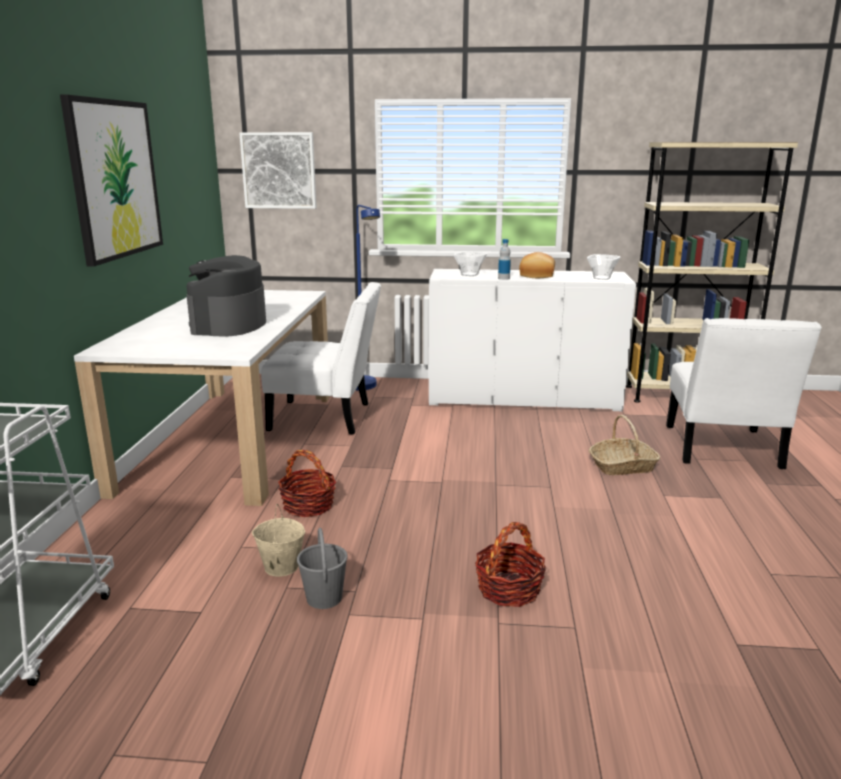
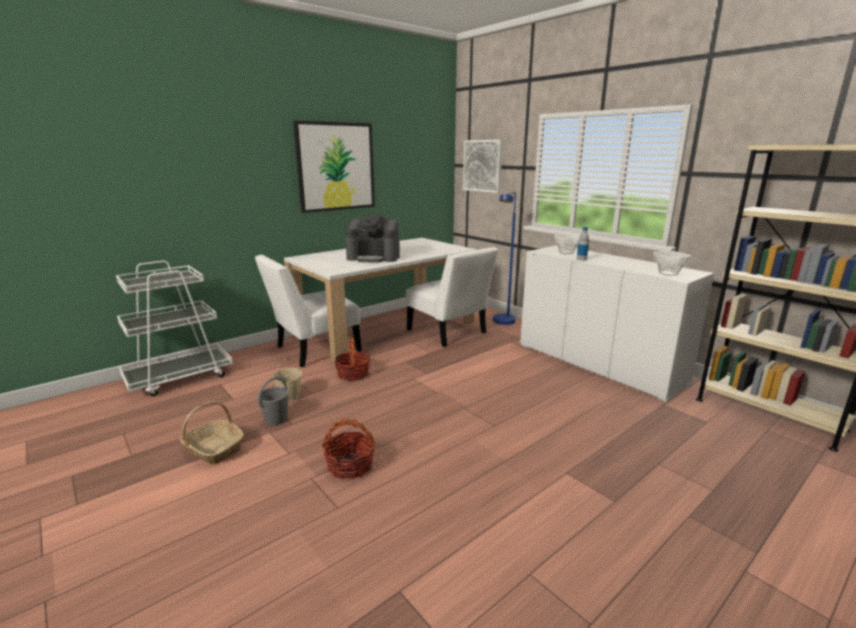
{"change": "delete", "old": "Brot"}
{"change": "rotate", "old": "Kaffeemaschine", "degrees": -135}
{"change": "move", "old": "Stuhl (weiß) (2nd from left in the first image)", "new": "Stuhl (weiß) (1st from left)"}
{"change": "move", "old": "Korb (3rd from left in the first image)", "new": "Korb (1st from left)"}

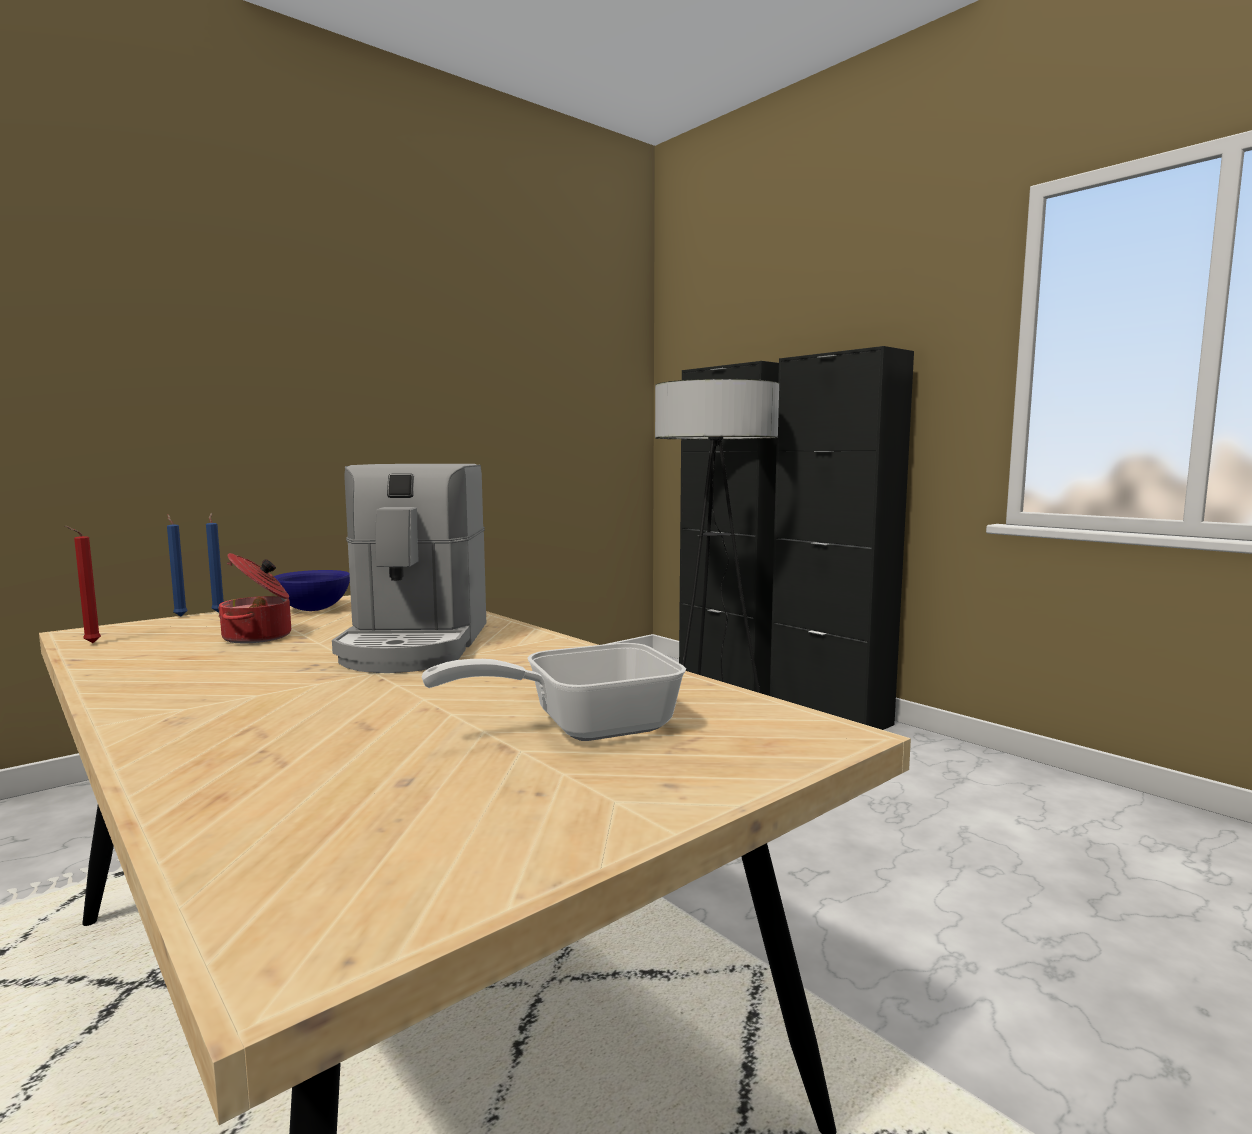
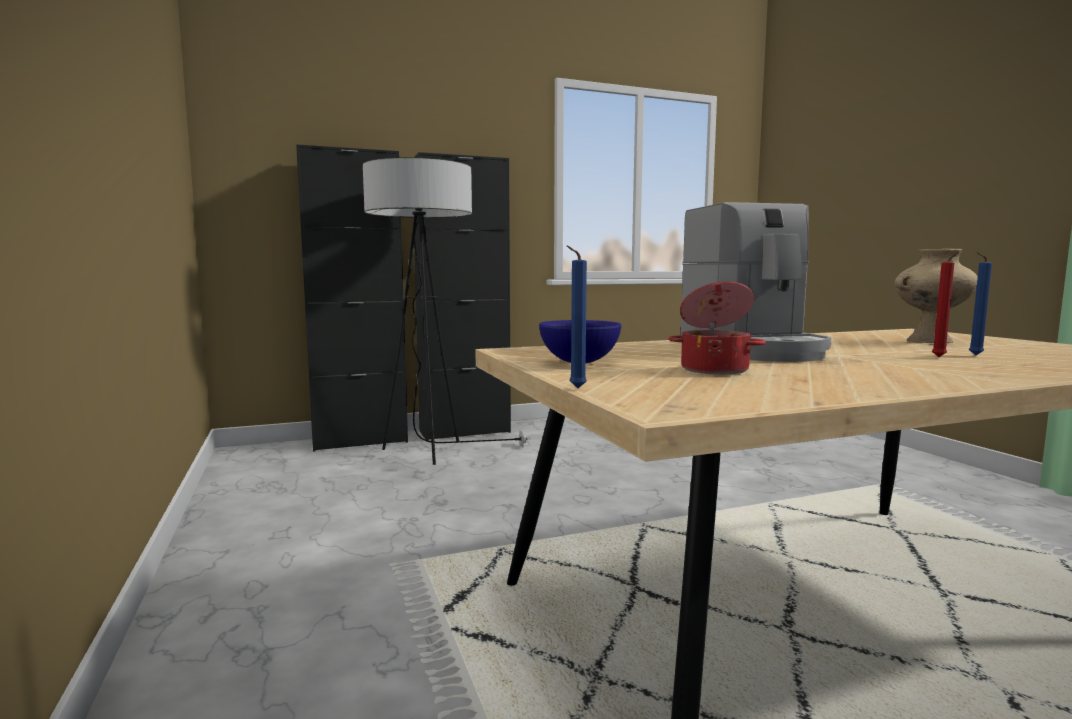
{"change": "rotate", "old": "Kaffeemaschine", "degrees": 60}
{"change": "move", "old": "Kerze (blau) (2nd from left)"}
{"change": "move", "old": "Kerze (rot)"}
{"change": "replace", "old": "Pfanne", "new": "Vase (beige)"}

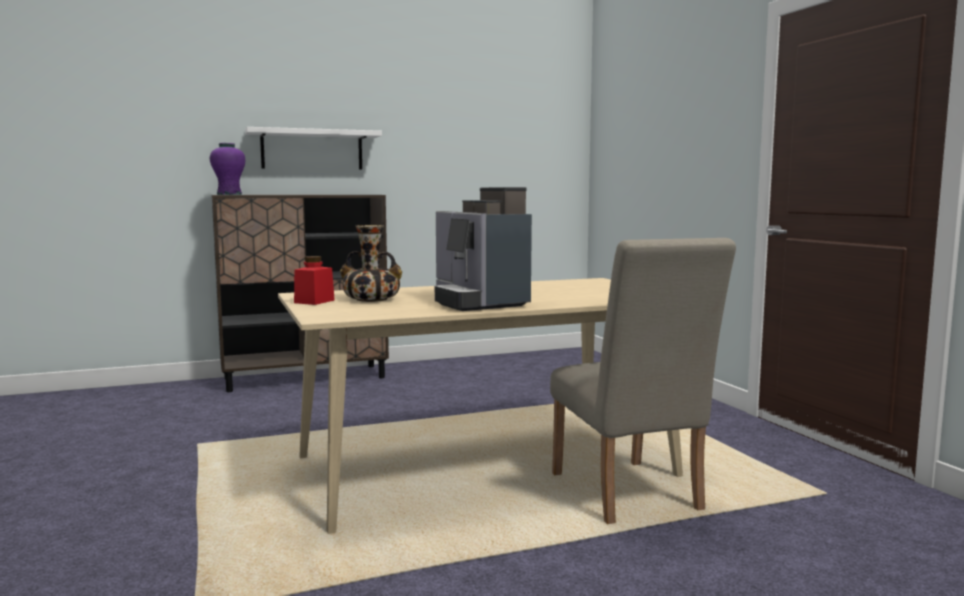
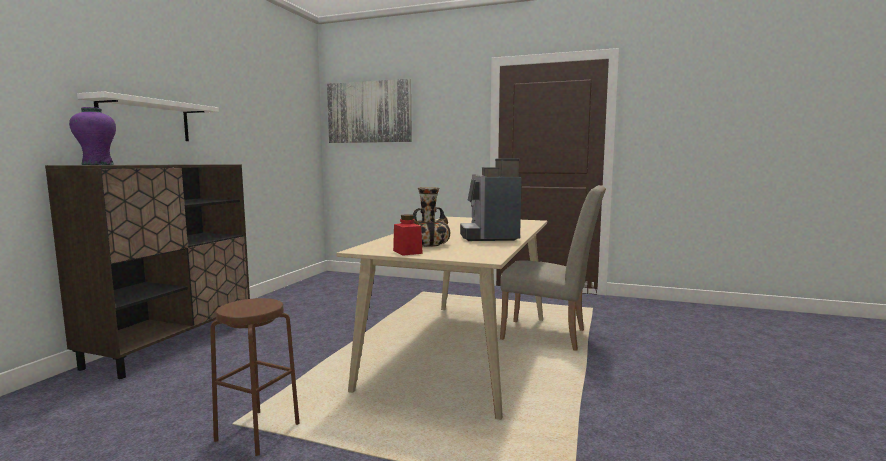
{"change": "rotate", "old": "Kaffeemaschine", "degrees": 75}
{"change": "insert", "new": "Bild"}
{"change": "insert", "new": "Hocker (braun)"}

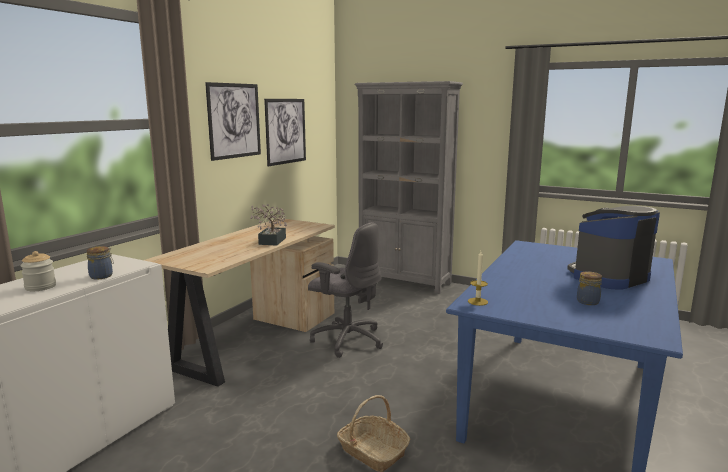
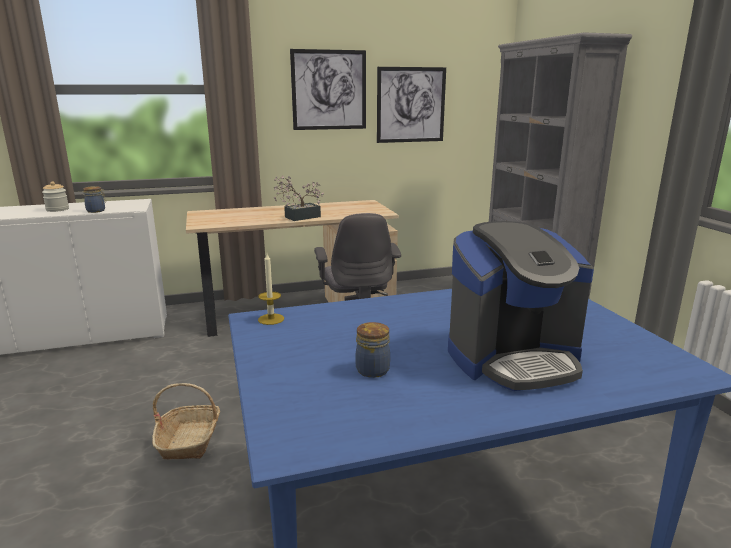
{"change": "rotate", "old": "Kaffeemaschine", "degrees": 150}

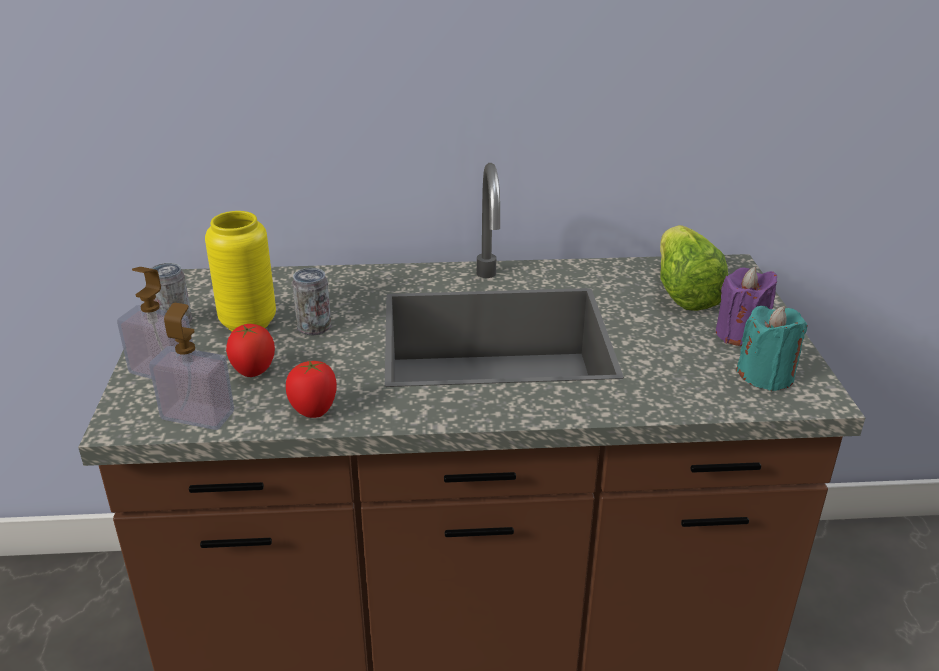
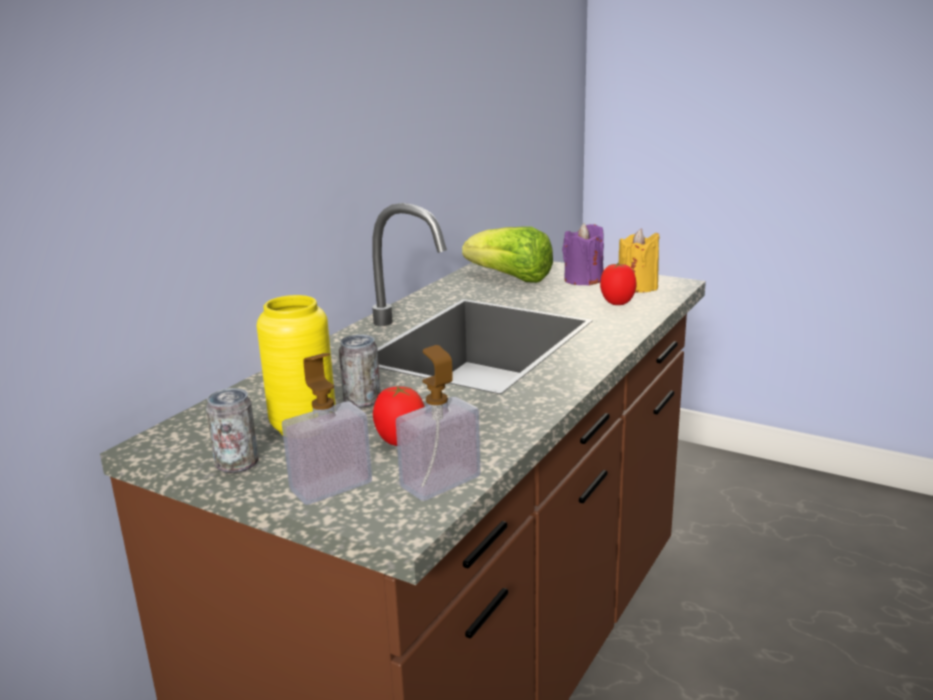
{"change": "recolor", "old": "Kerze (türkis)", "new": "Kerze (gelb)"}
{"change": "move", "old": "Tomate (2nd from left)"}

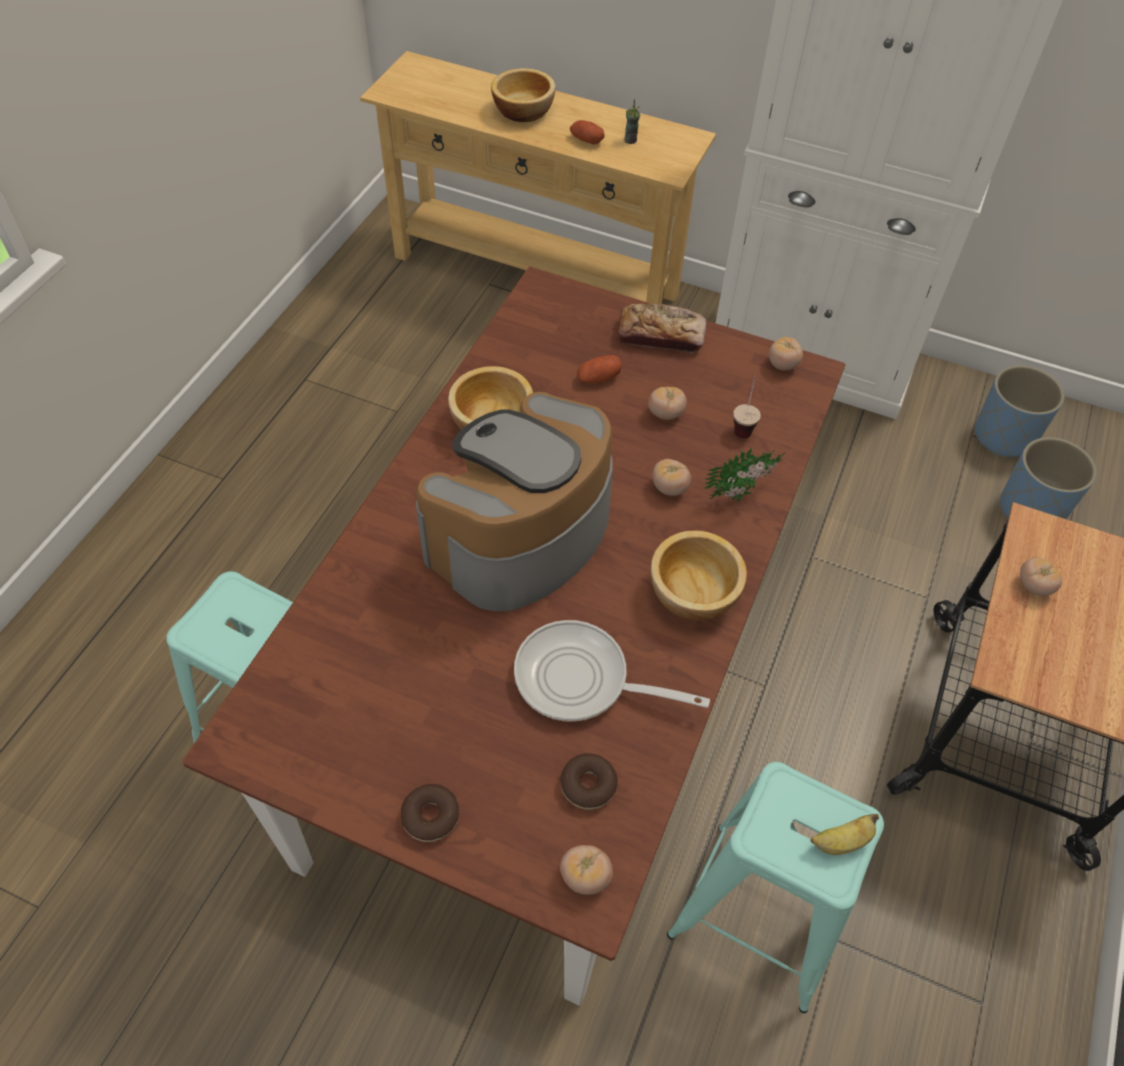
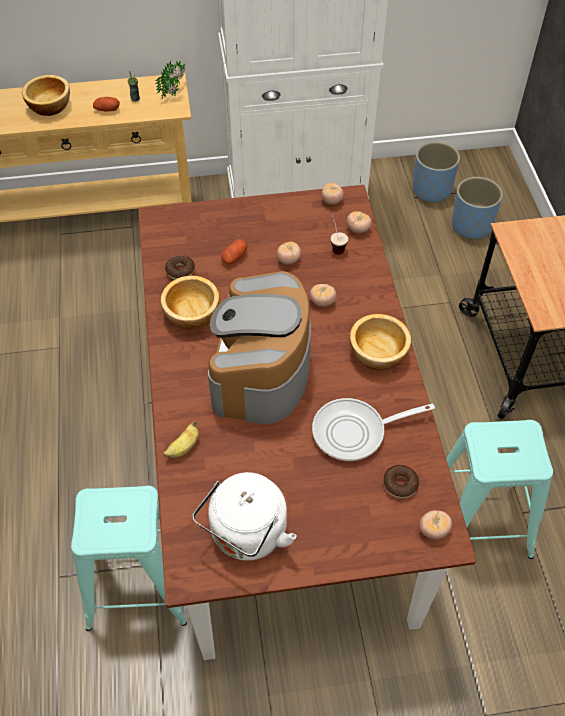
{"change": "delete", "old": "Brot"}
{"change": "move", "old": "Topfpflanze"}
{"change": "move", "old": "Tomate (5th from left in the first image)", "new": "Tomate (4th from left)"}
{"change": "move", "old": "Donut (1st from left)"}
{"change": "move", "old": "Banane"}
{"change": "insert", "new": "Wasserkessel (weiß)"}

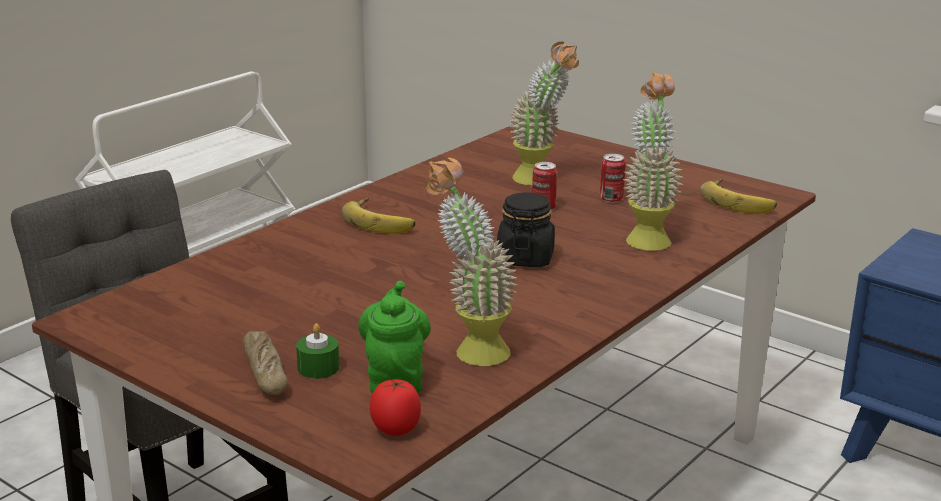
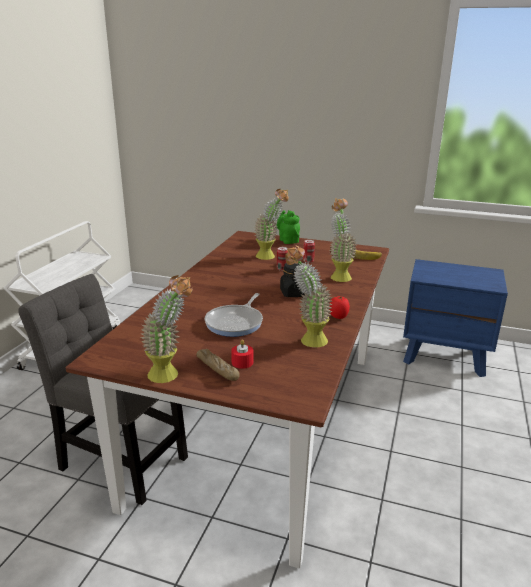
{"change": "delete", "old": "Banane (1st from left)"}
{"change": "move", "old": "Teekanne (grün)"}
{"change": "recolor", "old": "Kerze (grün)", "new": "Kerze (rot)"}
{"change": "move", "old": "Tomate"}
{"change": "insert", "new": "Topfpflanze (1st from left)"}
{"change": "insert", "new": "Pfanne"}

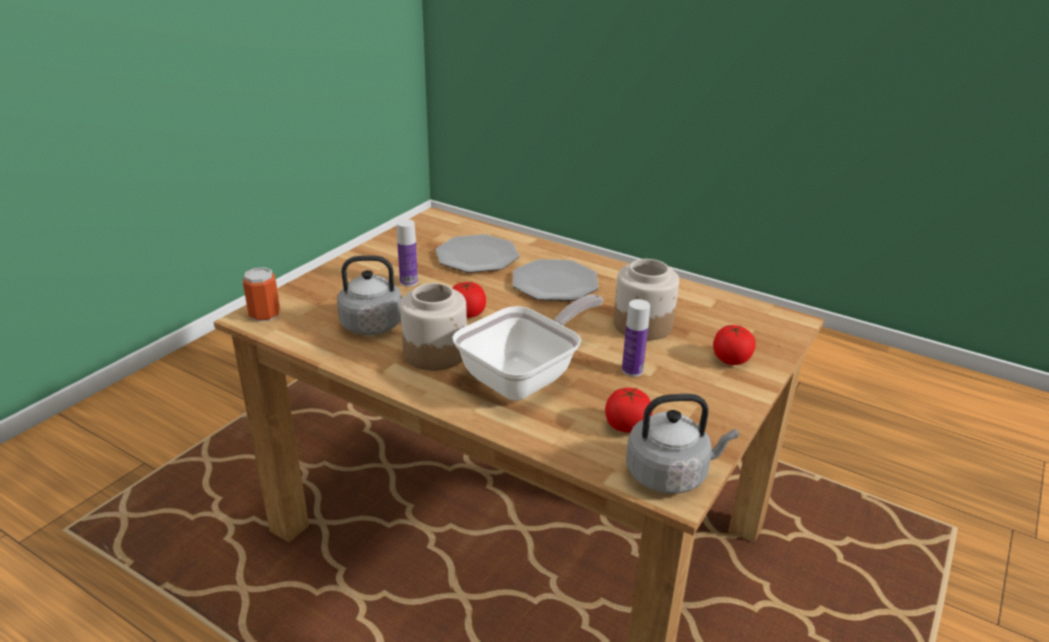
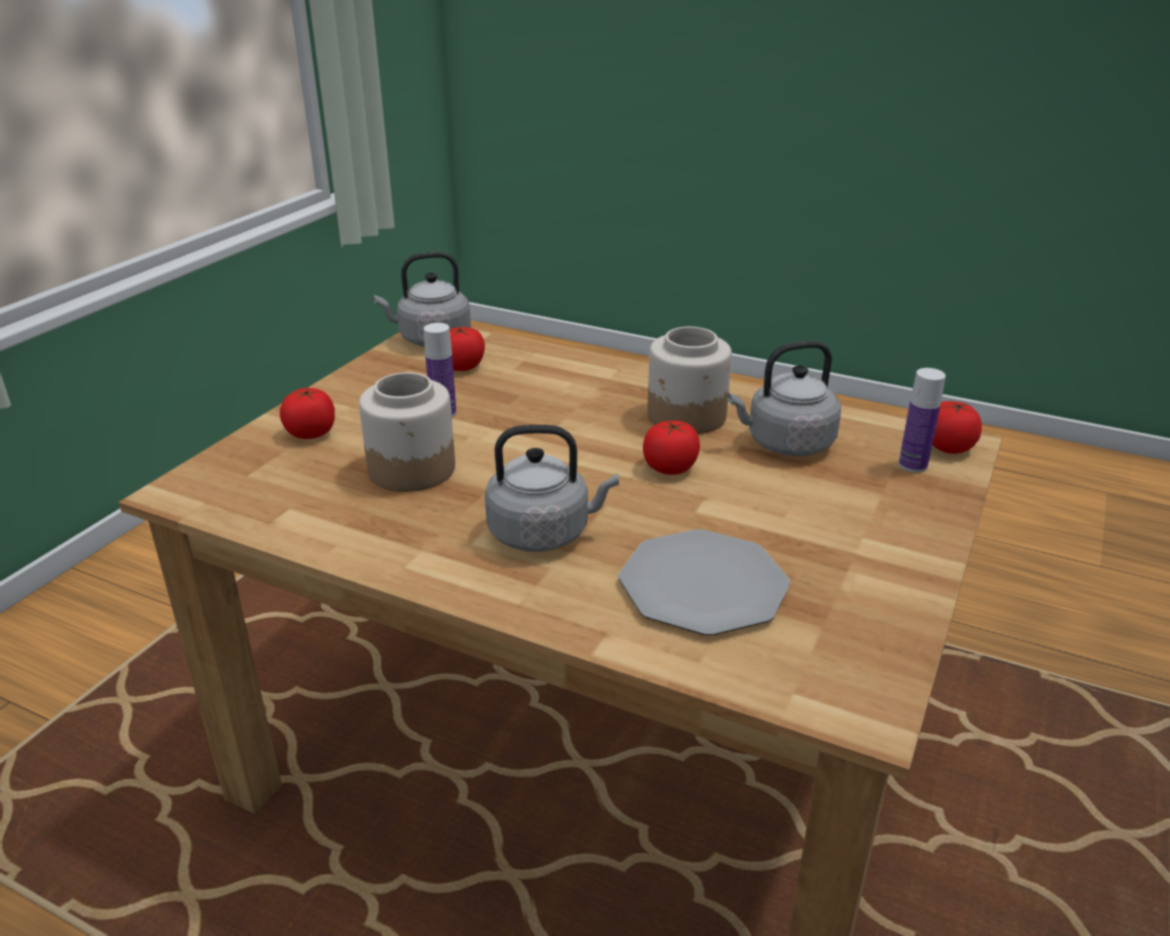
{"change": "move", "old": "Flasche (1st from left in the first image)", "new": "Flasche (2nd from left)"}
{"change": "replace", "old": "Teller (2nd from left)", "new": "Wasserkessel (grau) (2nd from left)"}
{"change": "replace", "old": "Dose", "new": "Tomate (4th from left)"}
{"change": "delete", "old": "Pfanne"}

